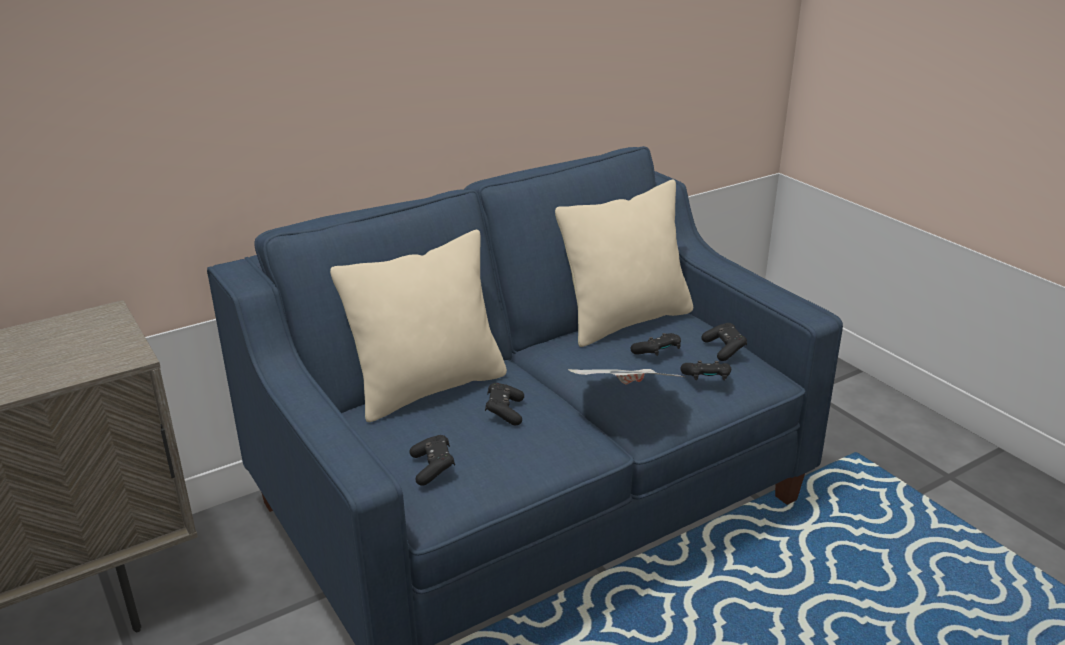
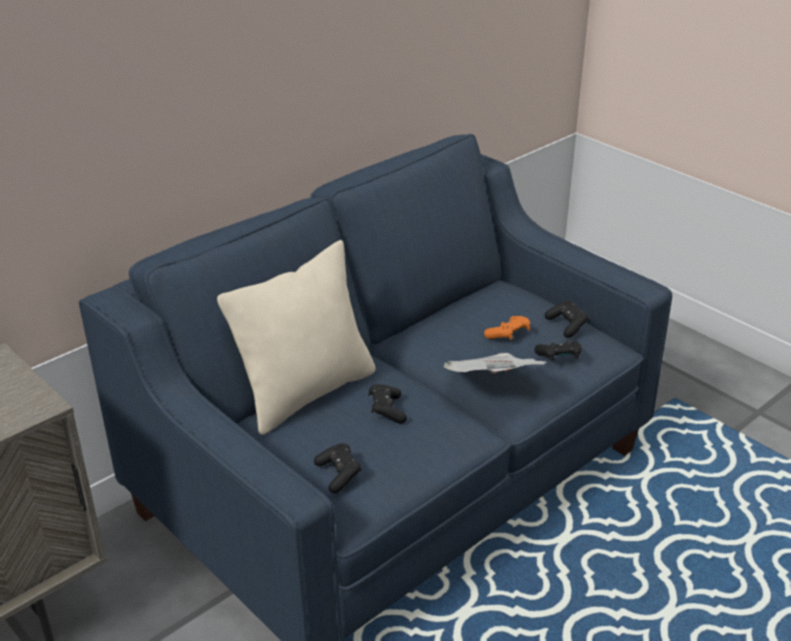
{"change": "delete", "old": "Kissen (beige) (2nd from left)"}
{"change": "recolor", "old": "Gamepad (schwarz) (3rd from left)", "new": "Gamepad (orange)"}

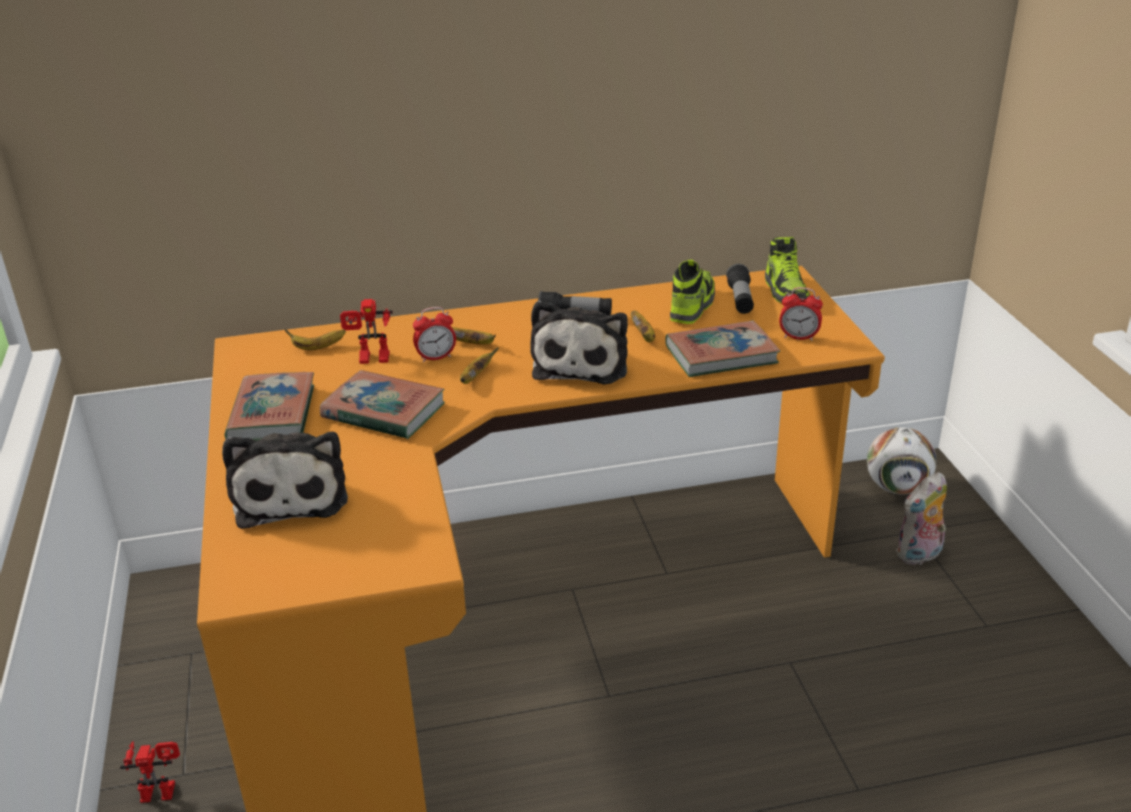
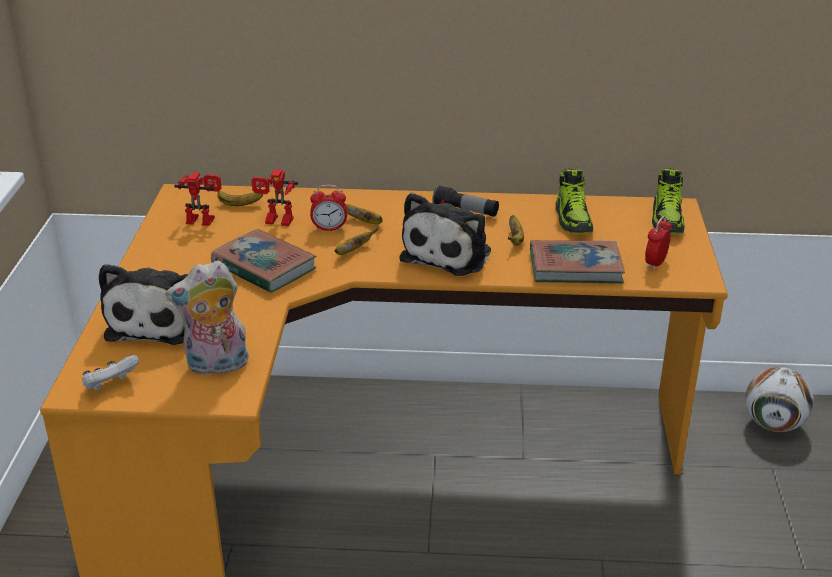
{"change": "rotate", "old": "Schuh (1st from left)", "degrees": 135}
{"change": "delete", "old": "Taschenlampe (2nd from left)"}
{"change": "rotate", "old": "Wecker (2nd from left)", "degrees": 90}
{"change": "delete", "old": "Buch (1st from left)"}
{"change": "move", "old": "Plüschtier (3rd from left in the first image)", "new": "Plüschtier (2nd from left)"}
{"change": "move", "old": "Spielzeugroboter (1st from left)"}
{"change": "insert", "new": "Gamepad (weiß)"}

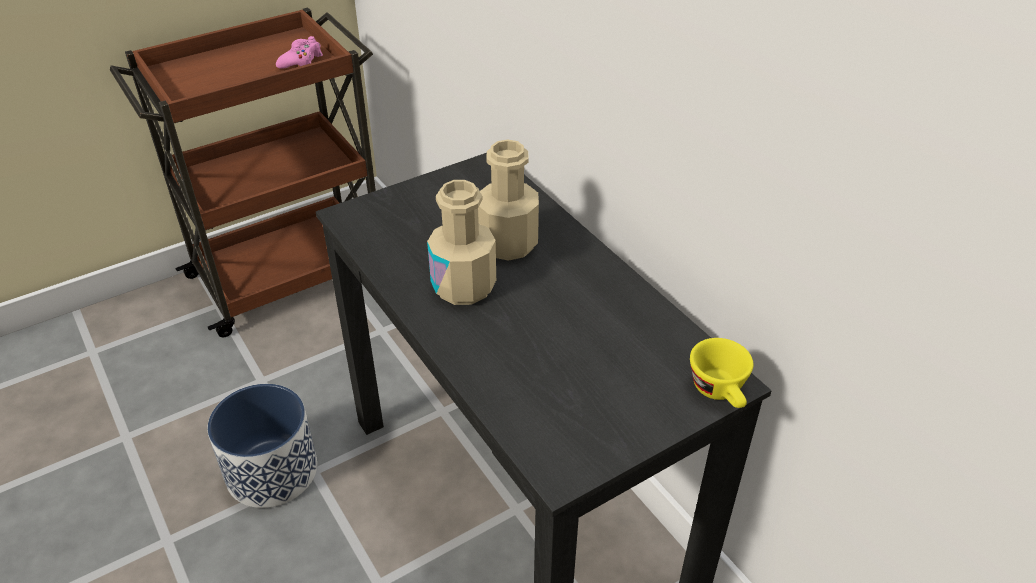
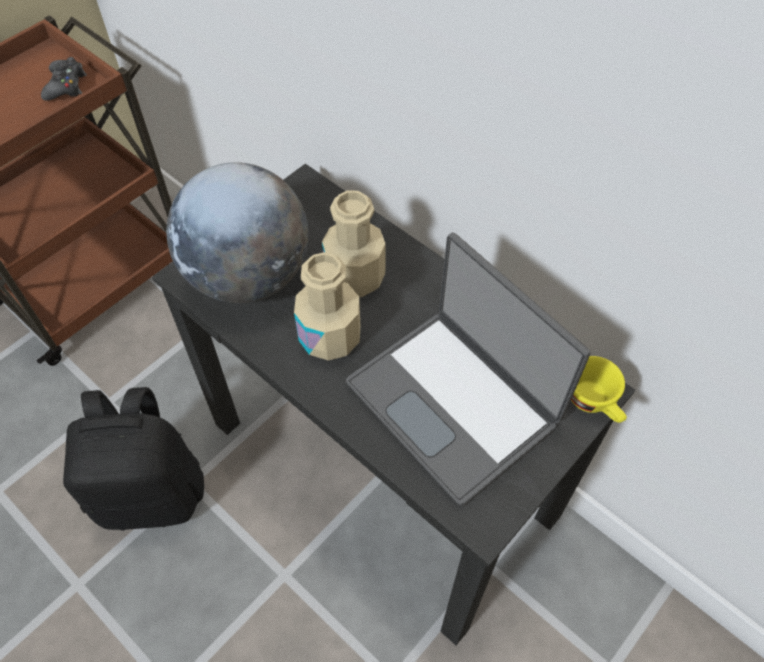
{"change": "recolor", "old": "Gamepad (rosa)", "new": "Gamepad (schwarz)"}
{"change": "replace", "old": "Pflanzkübel", "new": "Rucksack (schwarz)"}
{"change": "insert", "new": "Globus"}
{"change": "insert", "new": "Laptop"}

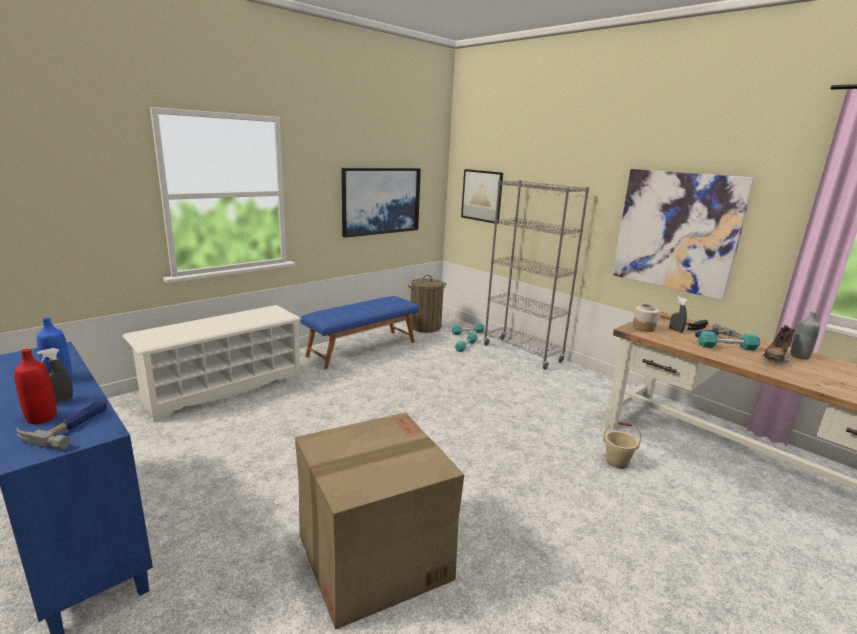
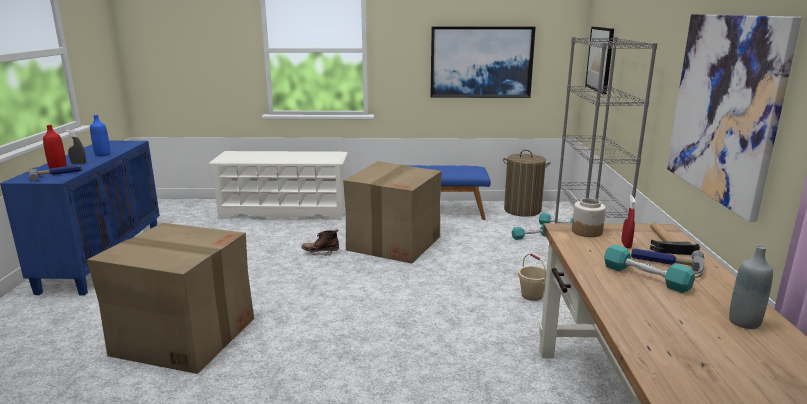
{"change": "recolor", "old": "Sprühflasche (grau) (2nd from left)", "new": "Sprühflasche (rot)"}
{"change": "move", "old": "Stiefel (braun)"}
{"change": "move", "old": "Eimer (beige)"}
{"change": "insert", "new": "Karton (2nd from left)"}

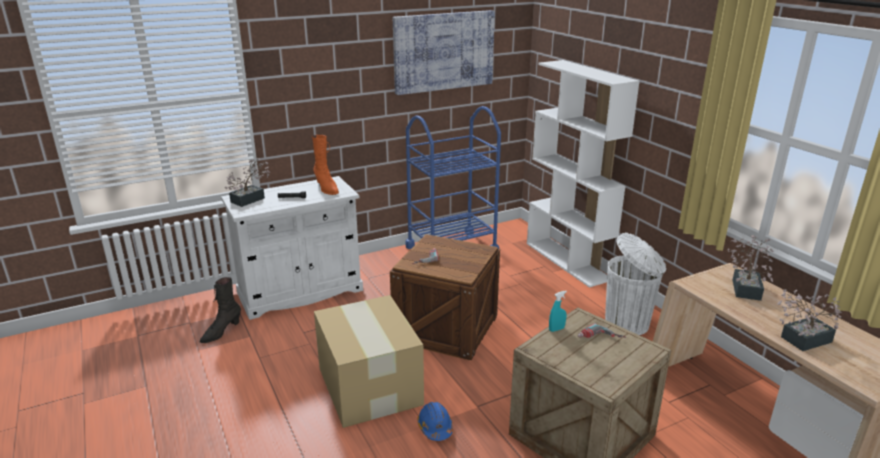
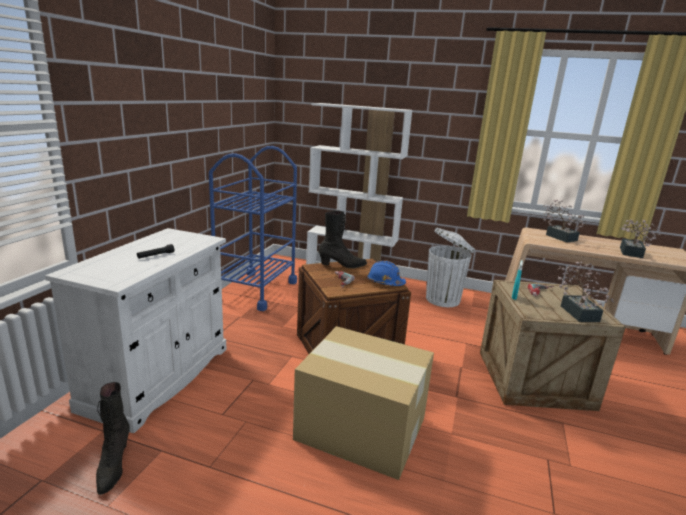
{"change": "delete", "old": "Bild"}
{"change": "delete", "old": "Stiefel (orange)"}
{"change": "move", "old": "Topfpflanze (1st from left in the first image)", "new": "Topfpflanze (2nd from left)"}
{"change": "move", "old": "Schutzhelm (blau)"}
{"change": "insert", "new": "Stiefel (schwarz) (2nd from left)"}

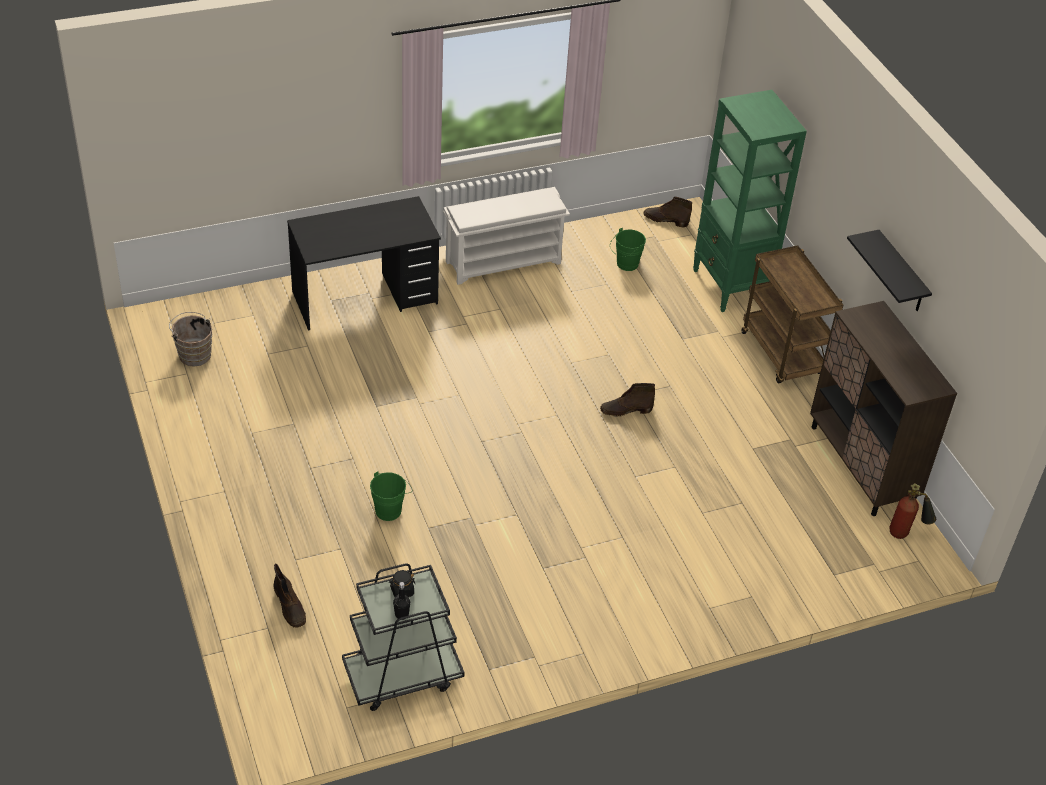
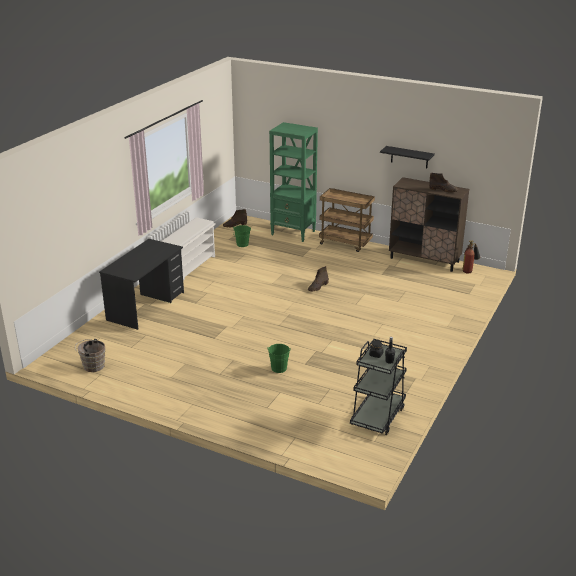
{"change": "move", "old": "Stiefel (braun) (1st from left in the first image)", "new": "Stiefel (braun) (3rd from left)"}

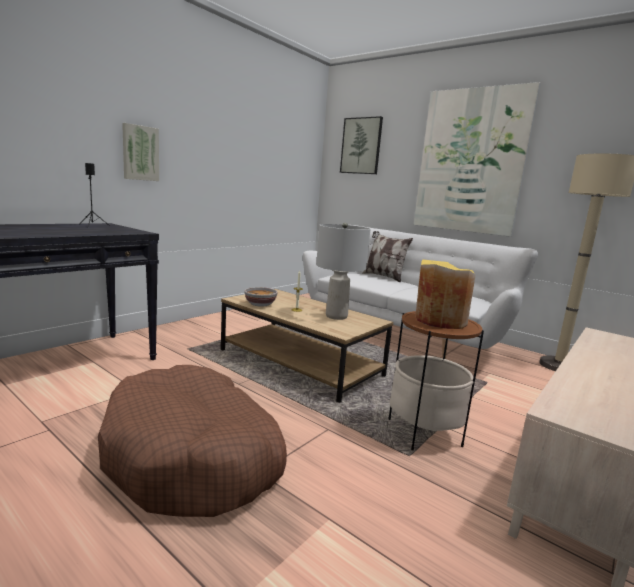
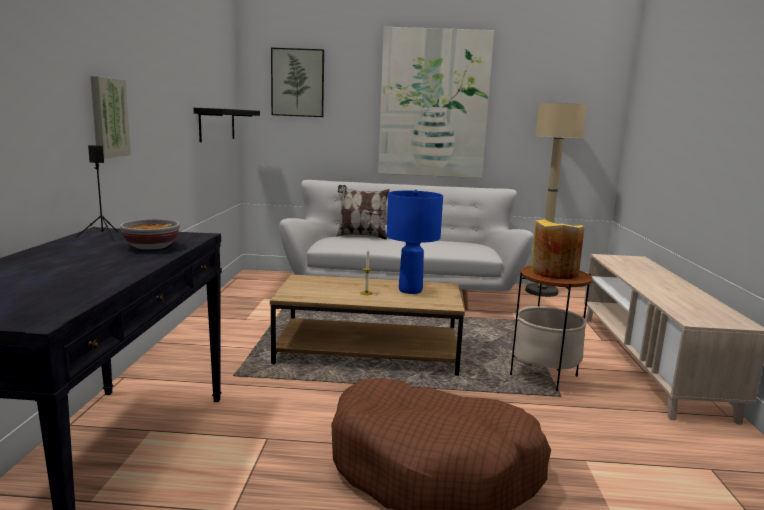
{"change": "recolor", "old": "Tischlampe (grau)", "new": "Tischlampe (blau)"}
{"change": "move", "old": "Schüssel"}
{"change": "insert", "new": "Wandregal (schwarz)"}

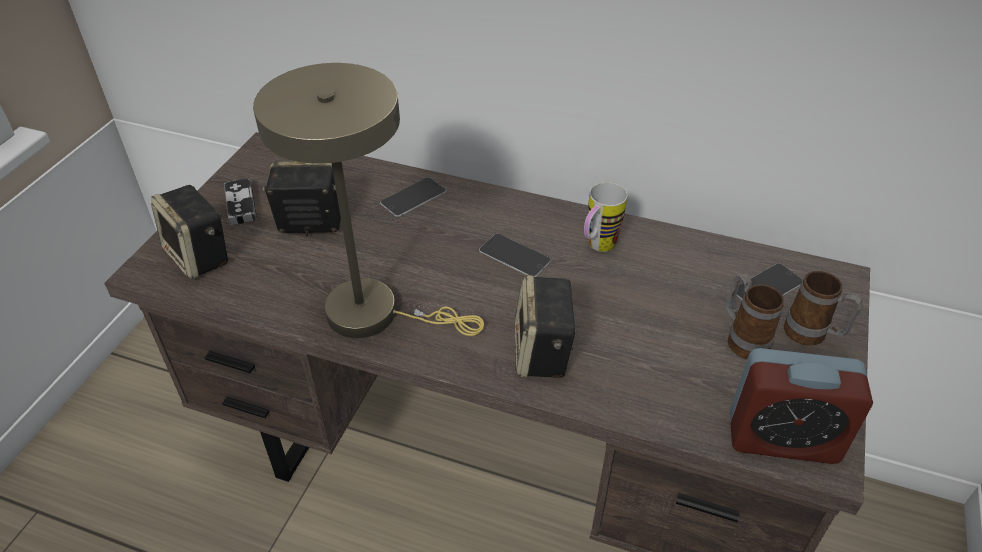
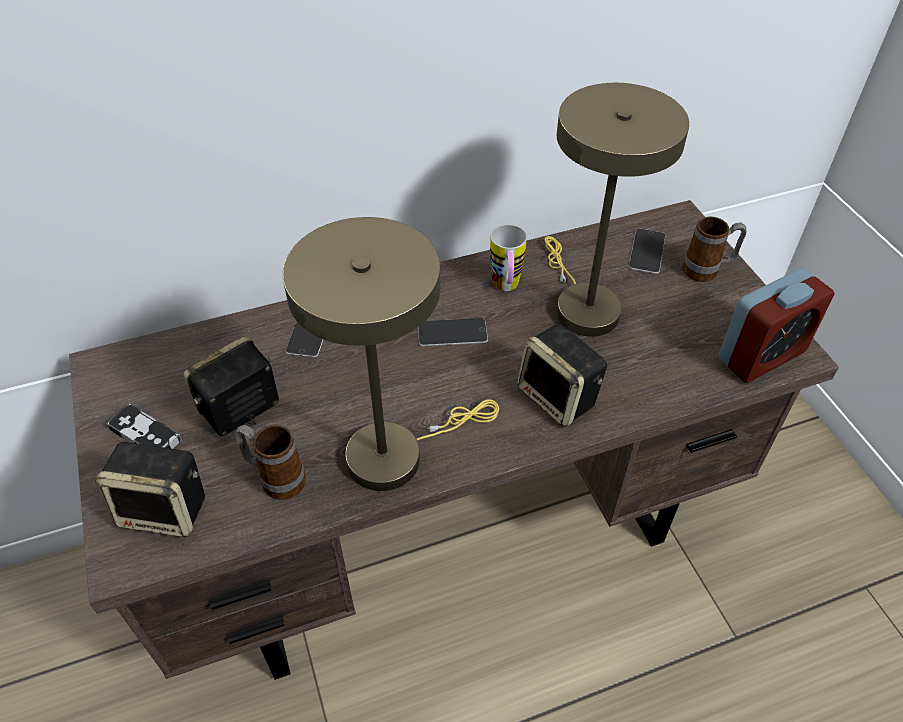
{"change": "move", "old": "Henkelbecher (2nd from left in the first image)", "new": "Henkelbecher (1st from left)"}
{"change": "insert", "new": "Tischlampe (beige) (2nd from left)"}

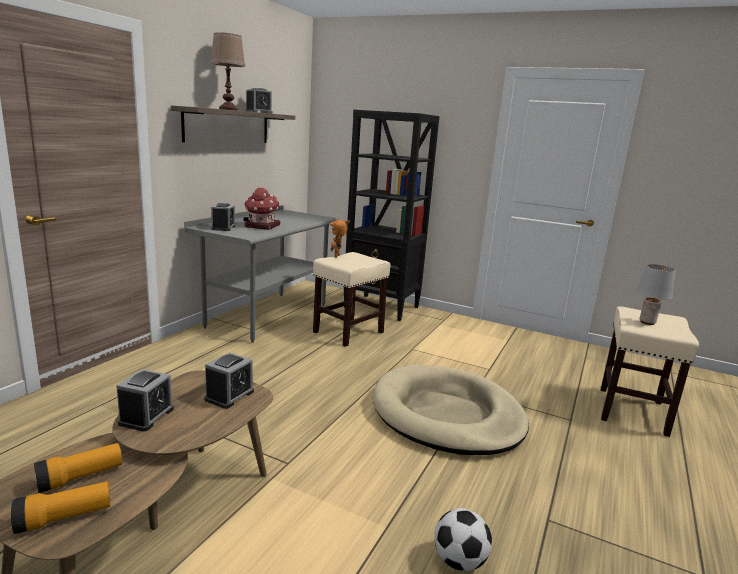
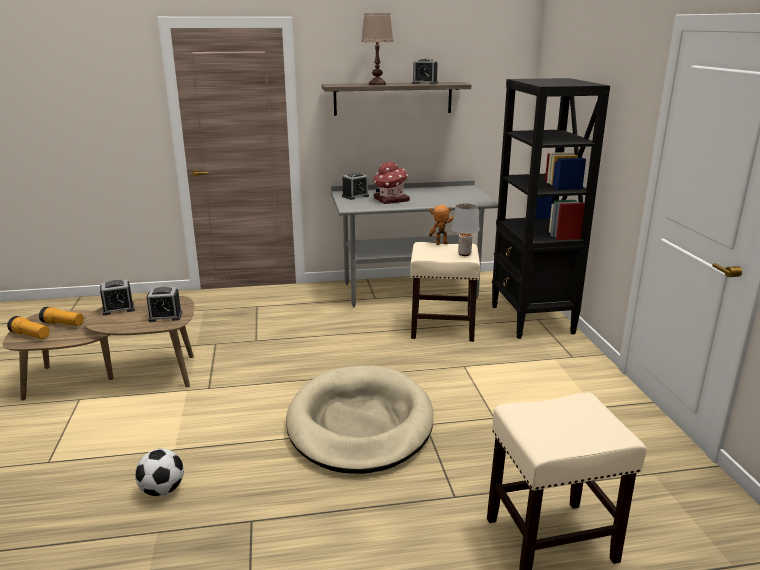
{"change": "move", "old": "Tischlampe (grau)"}

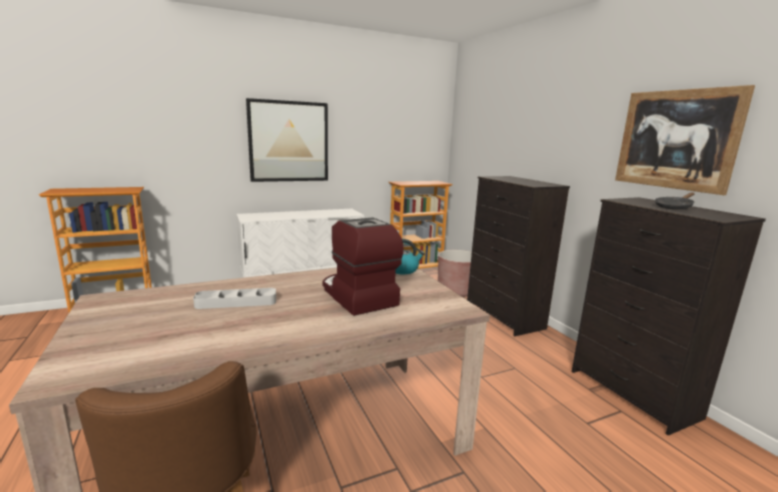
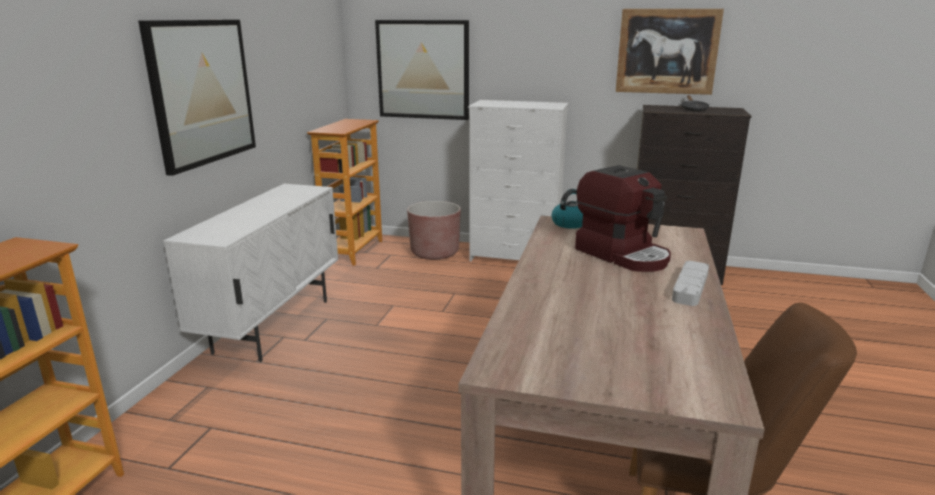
{"change": "recolor", "old": "Kommode (schwarz) (1st from left)", "new": "Kommode (weiß)"}
{"change": "rotate", "old": "Kaffeemaschine", "degrees": -135}
{"change": "move", "old": "Tablett (grau)"}
{"change": "insert", "new": "Bild (2nd from left)"}

